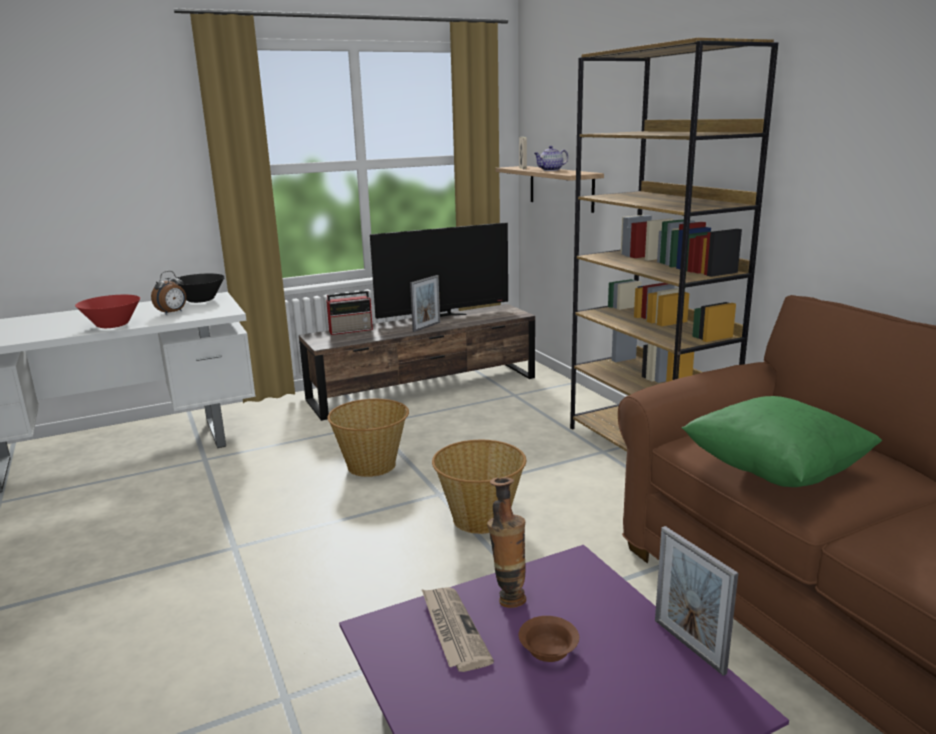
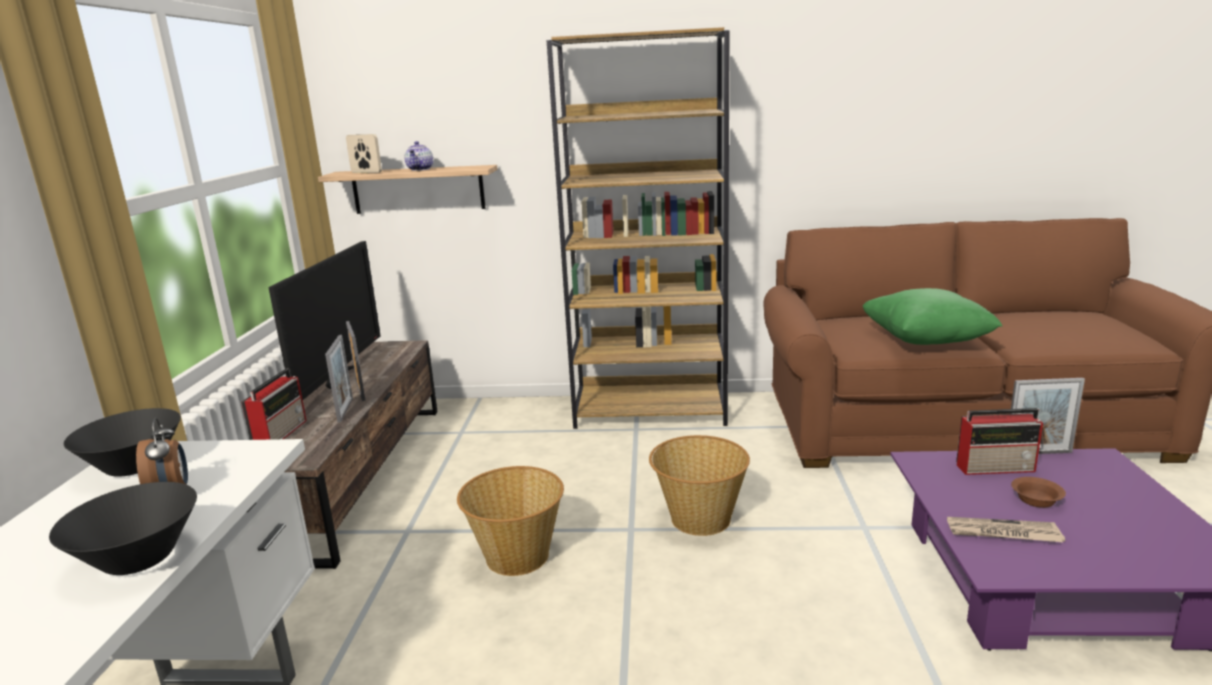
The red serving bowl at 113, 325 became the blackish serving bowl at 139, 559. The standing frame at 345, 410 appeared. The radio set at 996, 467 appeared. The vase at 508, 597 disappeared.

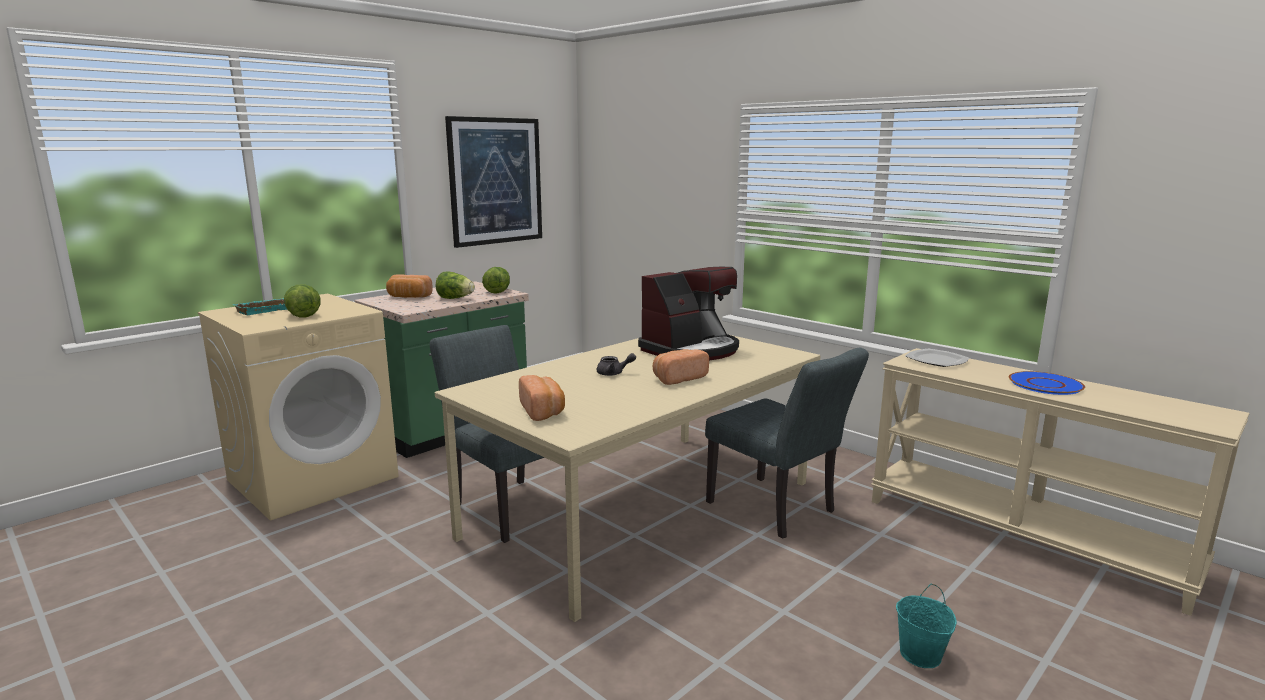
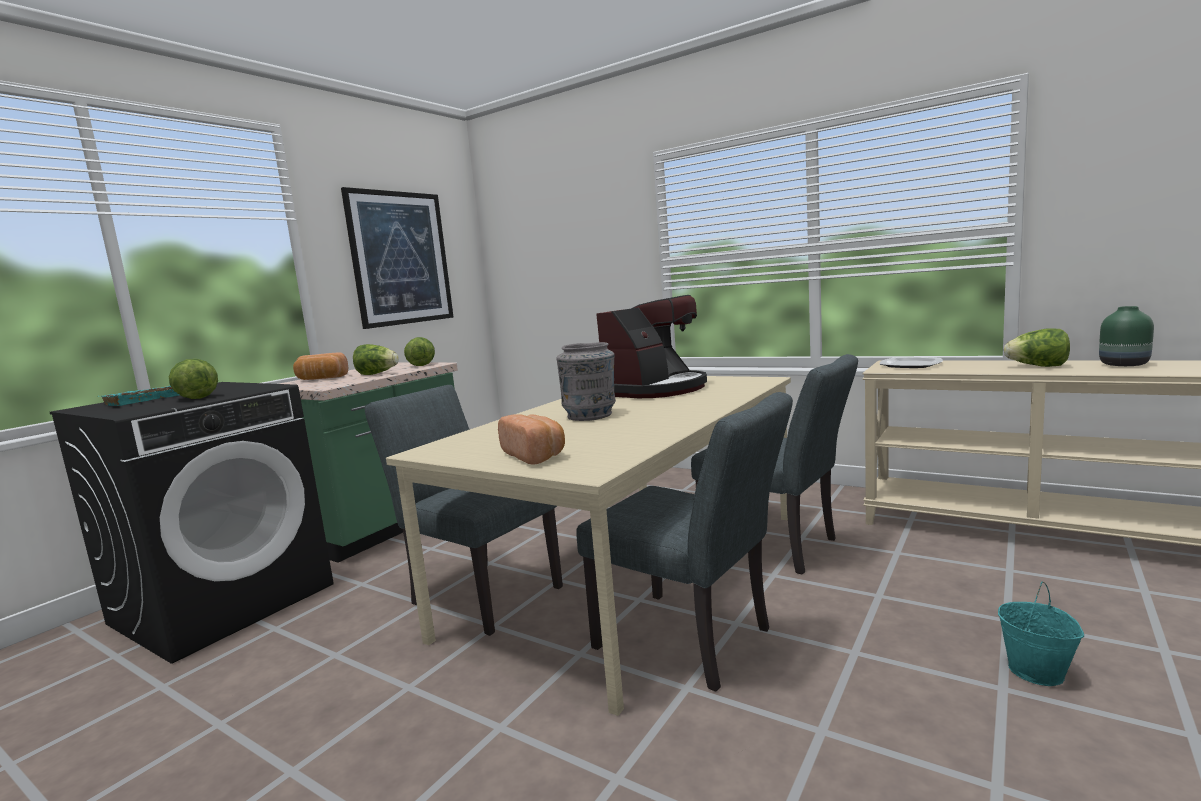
The beige-coloured laundry machine at 314, 478 became the blackish laundry machine at 224, 603. The grey tea pot at 614, 373 was replaced by the grey vase at 591, 415. The grey plain chair at 694, 642 appeared. The bluish flat dish at 1045, 384 was replaced by the head of lettuce at 1037, 366. The green vase at 1122, 365 appeared. The bread at 678, 378 disappeared.

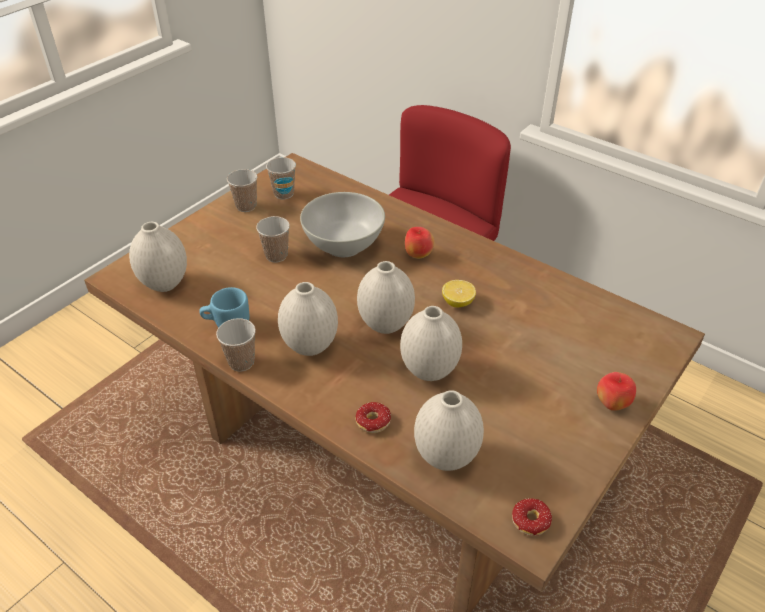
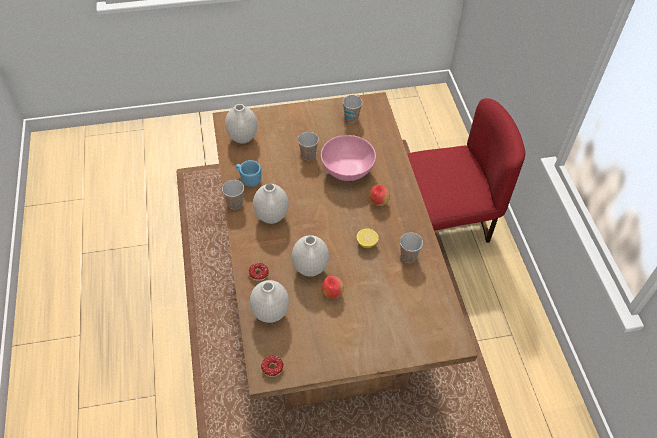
The white-coloured serving bowl at 344, 245 became the pink-coloured serving bowl at 347, 171. The apple moved from 612, 404 to 332, 293. The cup moved from 246, 206 to 408, 257. The white-coloured vase at 385, 325 disappeared.

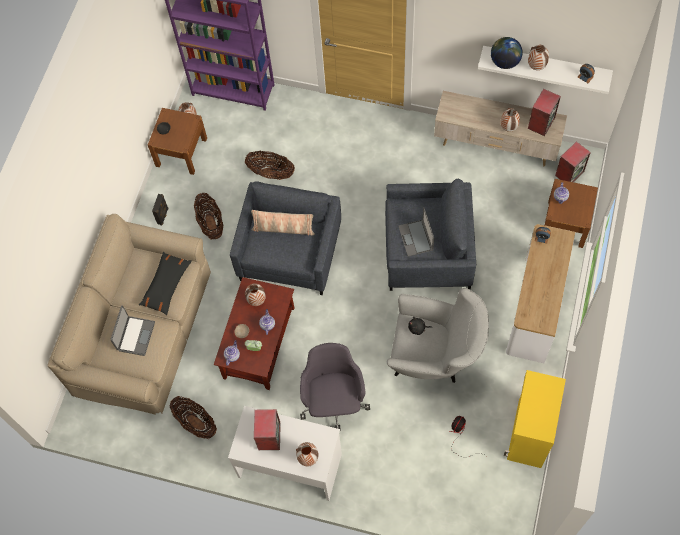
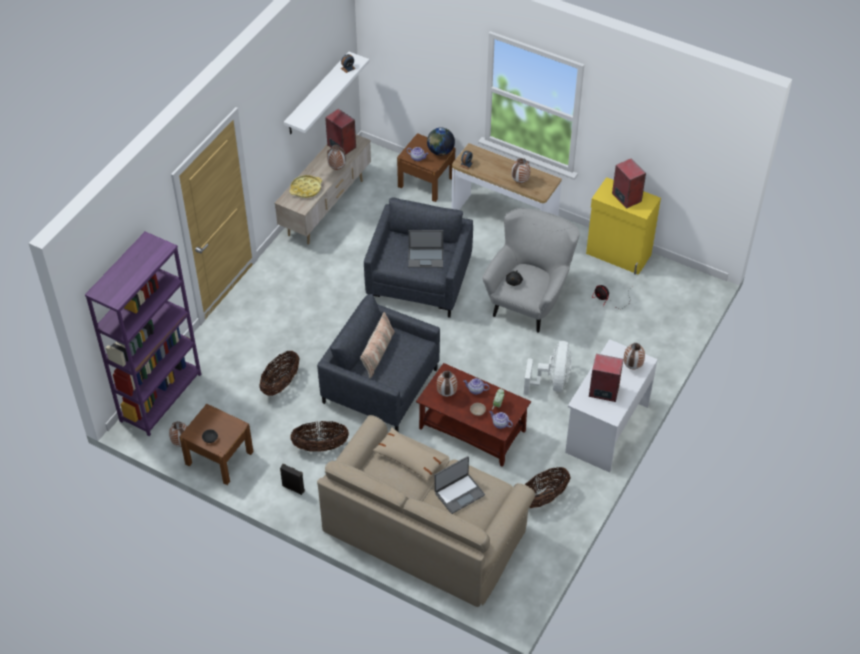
The yellow-coloured carrying tray at 306, 189 appeared. The blackish pillow at 166, 285 became the beige-coloured pillow at 409, 458. The world globe moved from 504, 62 to 440, 151. The portable computer at 135, 336 turned 120 degrees clockwise. The vase moved from 536, 67 to 520, 181. The grey desk chair at 334, 401 was replaced by the white-coloured electric fan at 551, 382. The speaker moved from 569, 173 to 626, 197.

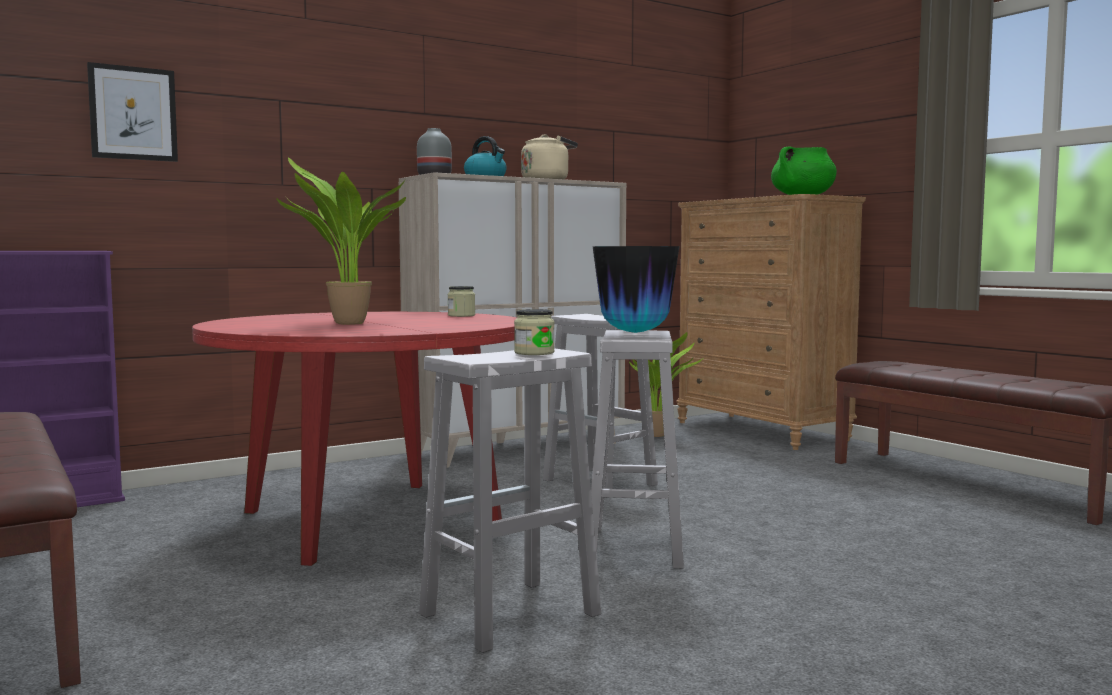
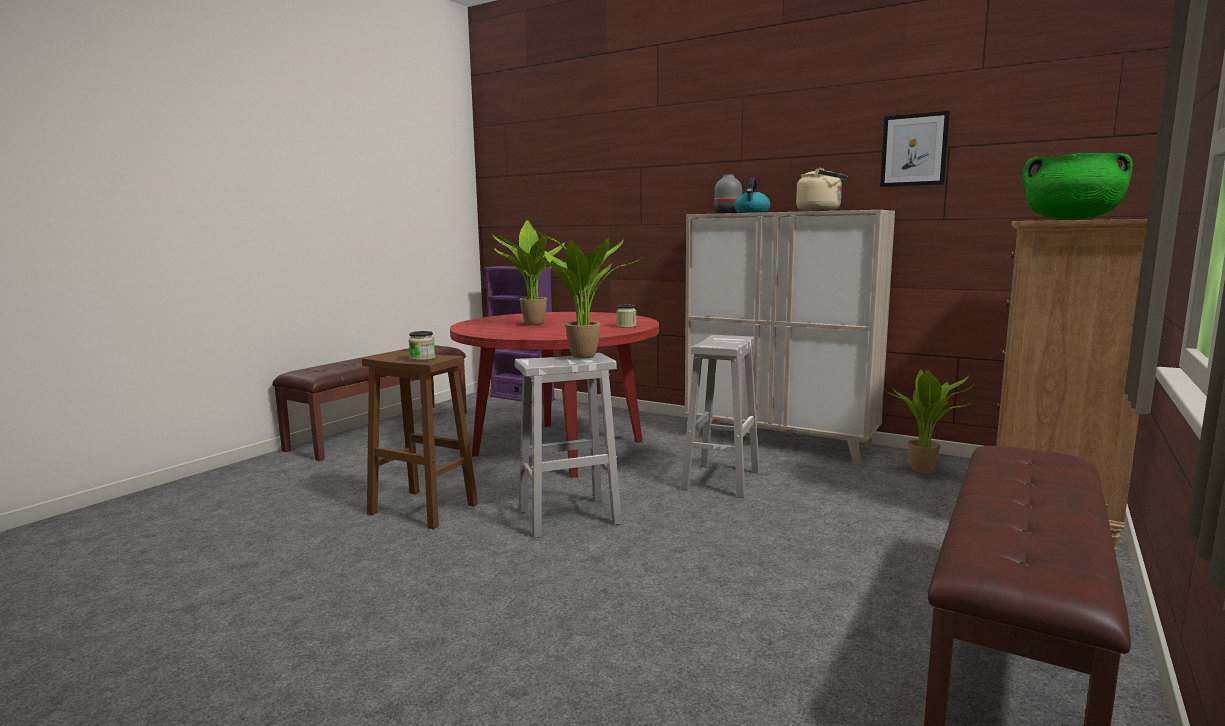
The white-coloured stool seat at 508, 615 became the brown-coloured stool seat at 421, 509. The vase at 635, 332 was replaced by the potted plant at 582, 357. The wall art moved from 133, 113 to 914, 150.

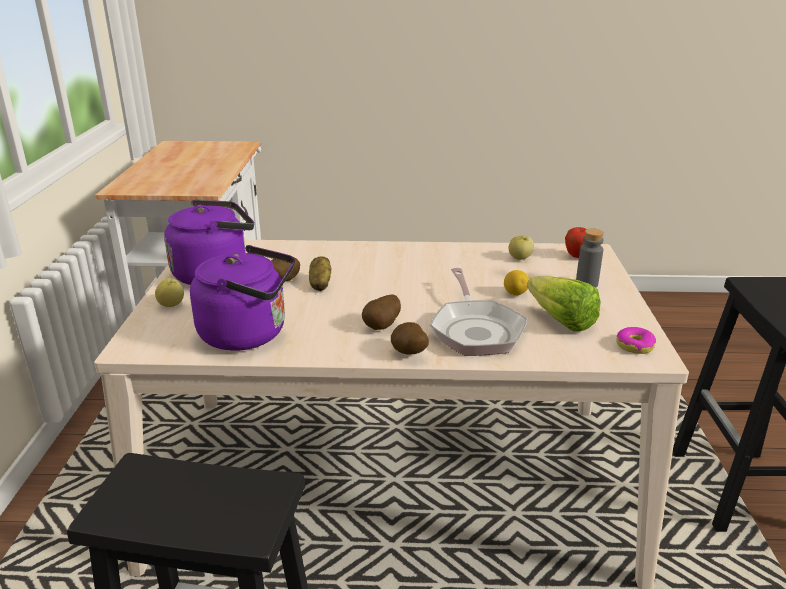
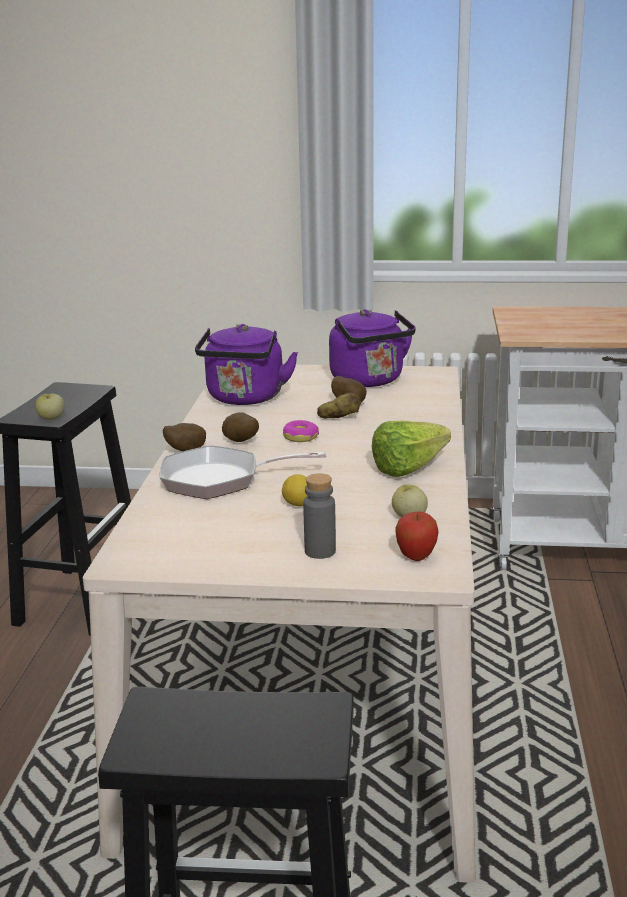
The apple moved from 172, 304 to 51, 418. The doughnut moved from 635, 346 to 300, 437. The head of lettuce moved from 557, 318 to 415, 468.

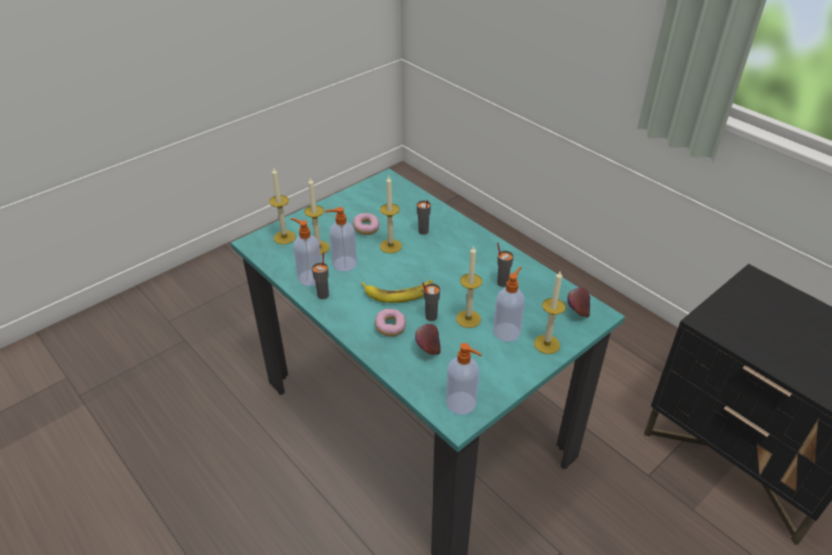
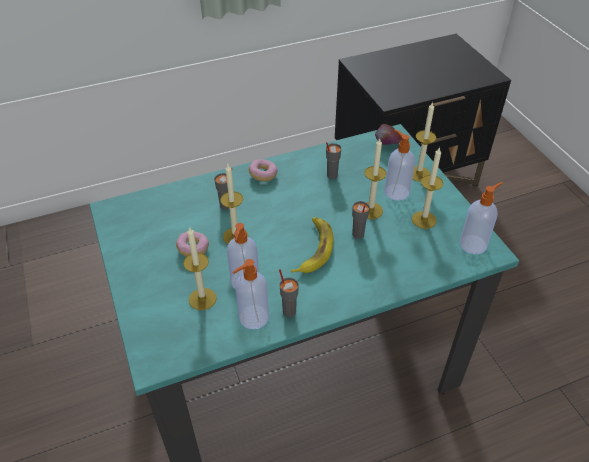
The doughnut moved from 390, 328 to 263, 175. The wax candle moved from 284, 237 to 424, 220. The apple at 427, 349 disappeared.

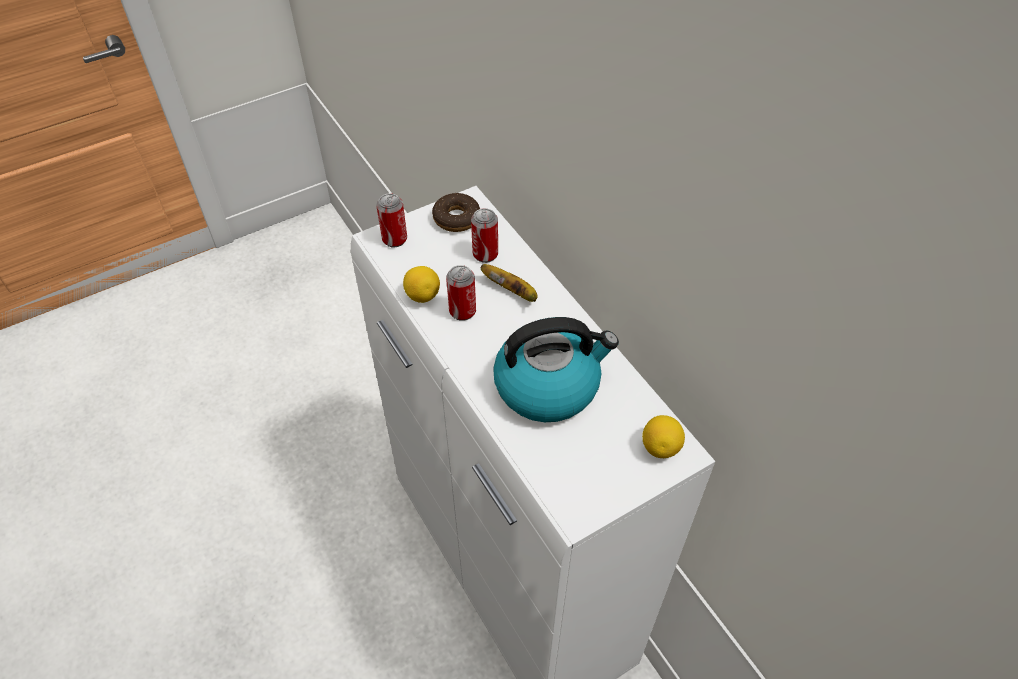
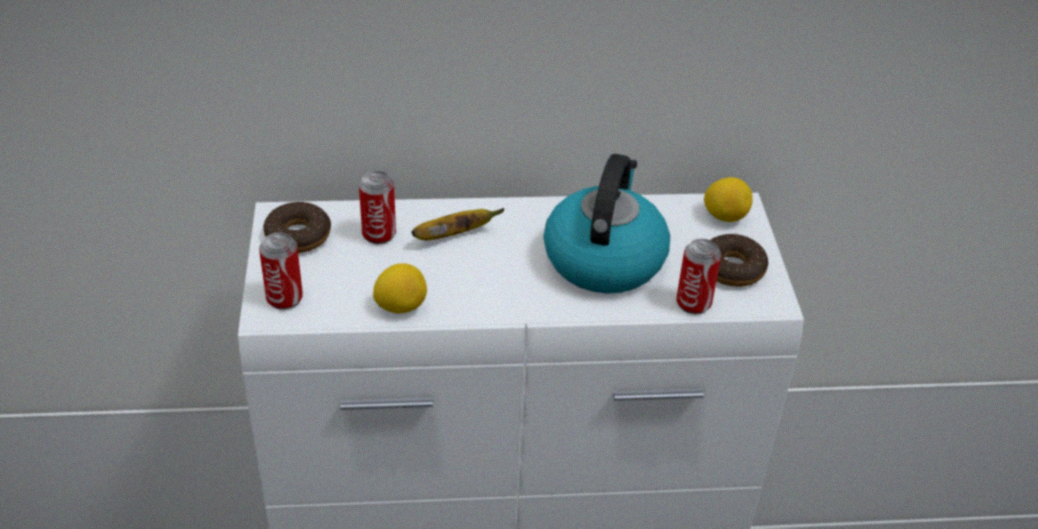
The can moved from 462, 311 to 693, 303. The doughnut at 732, 268 appeared.

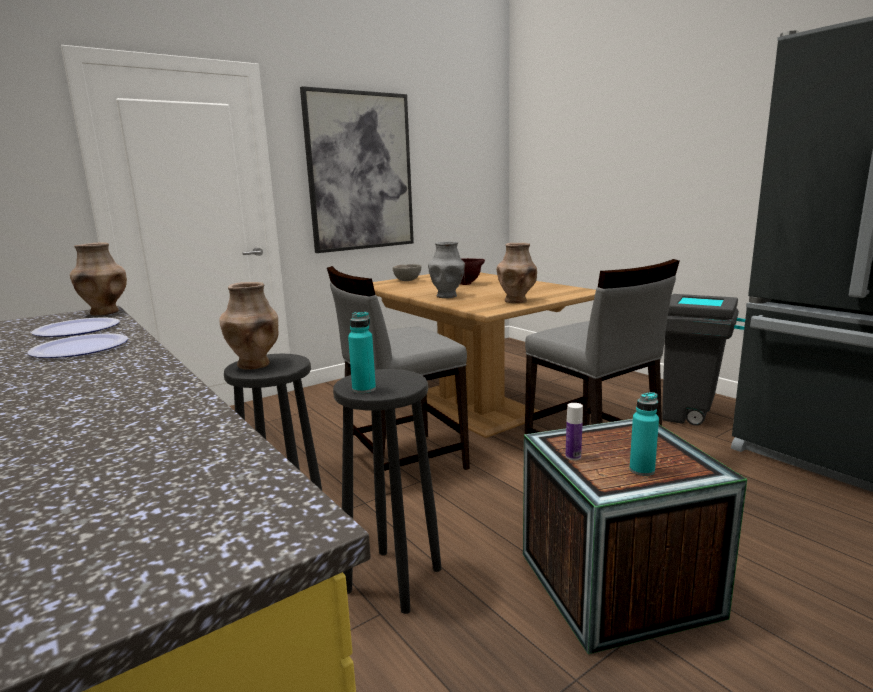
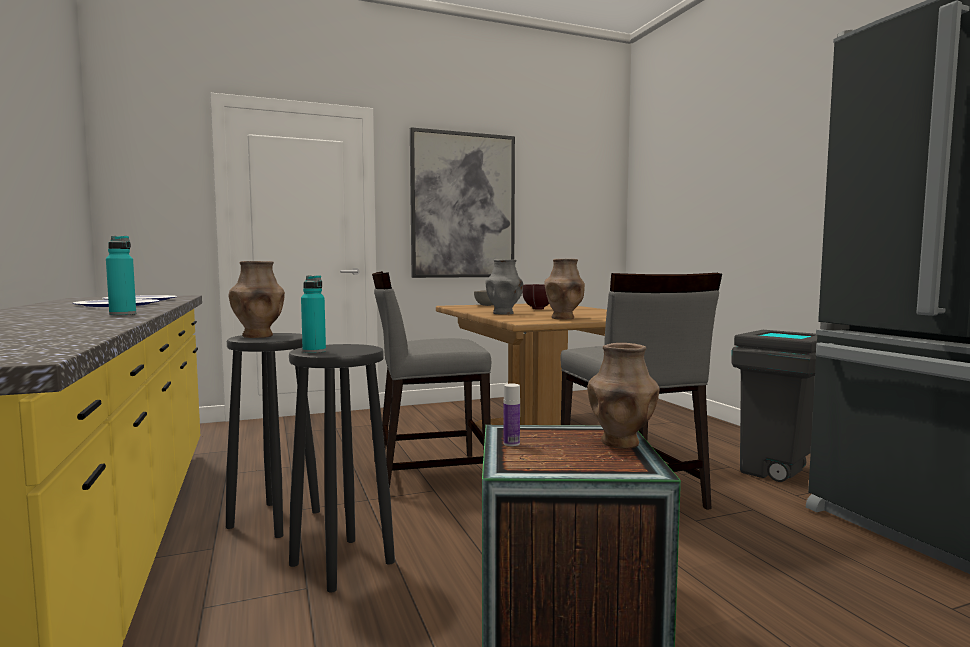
The turquoise bottle moved from 642, 470 to 123, 314. The brown-coloured vase moved from 105, 312 to 621, 443.

